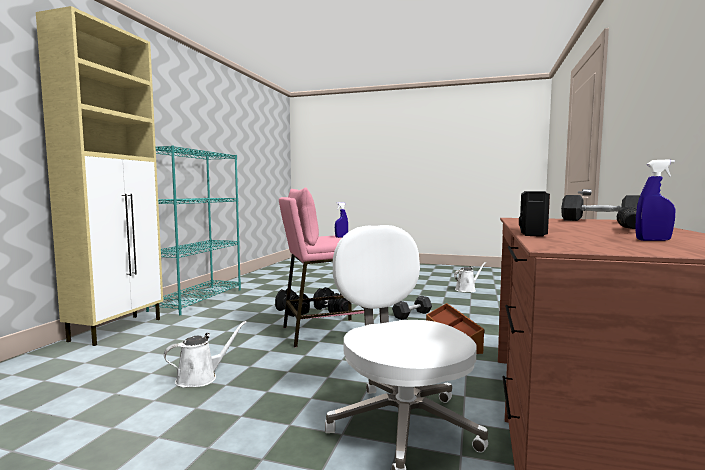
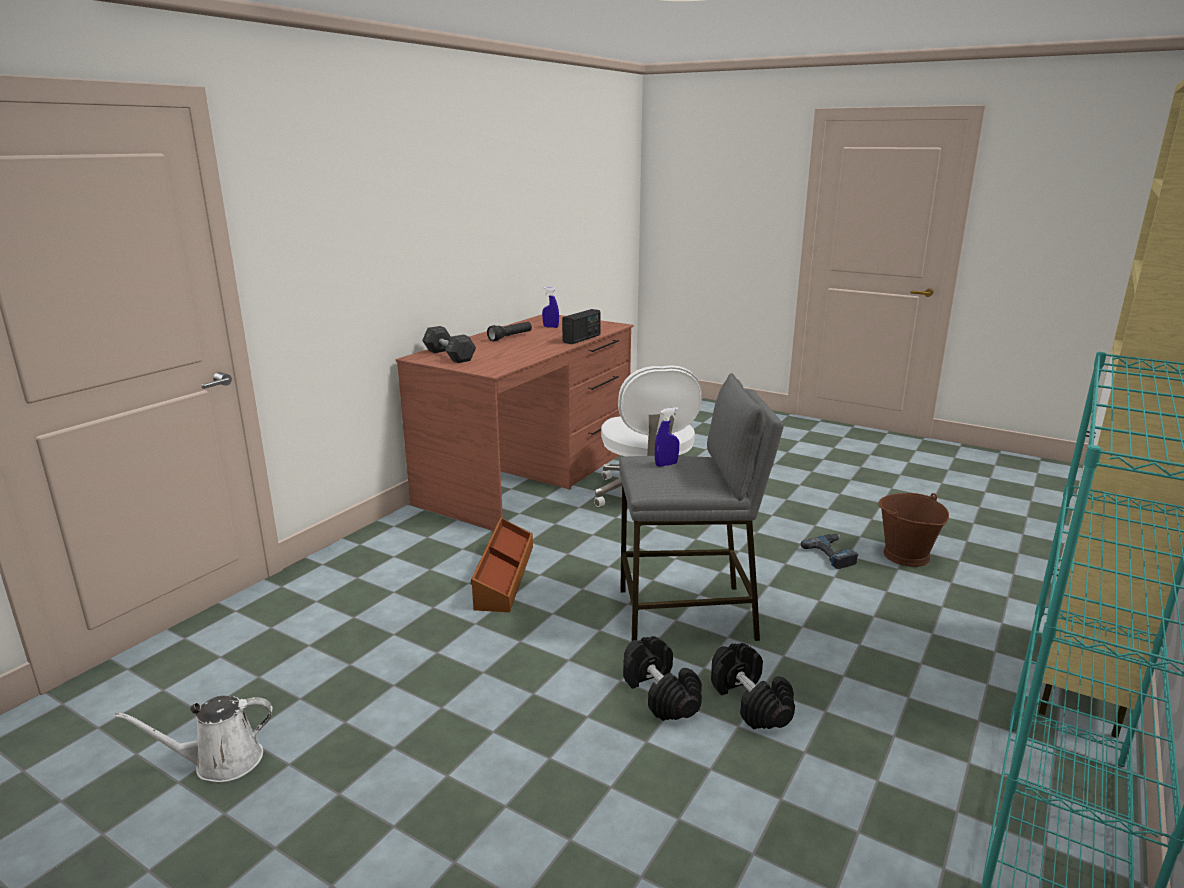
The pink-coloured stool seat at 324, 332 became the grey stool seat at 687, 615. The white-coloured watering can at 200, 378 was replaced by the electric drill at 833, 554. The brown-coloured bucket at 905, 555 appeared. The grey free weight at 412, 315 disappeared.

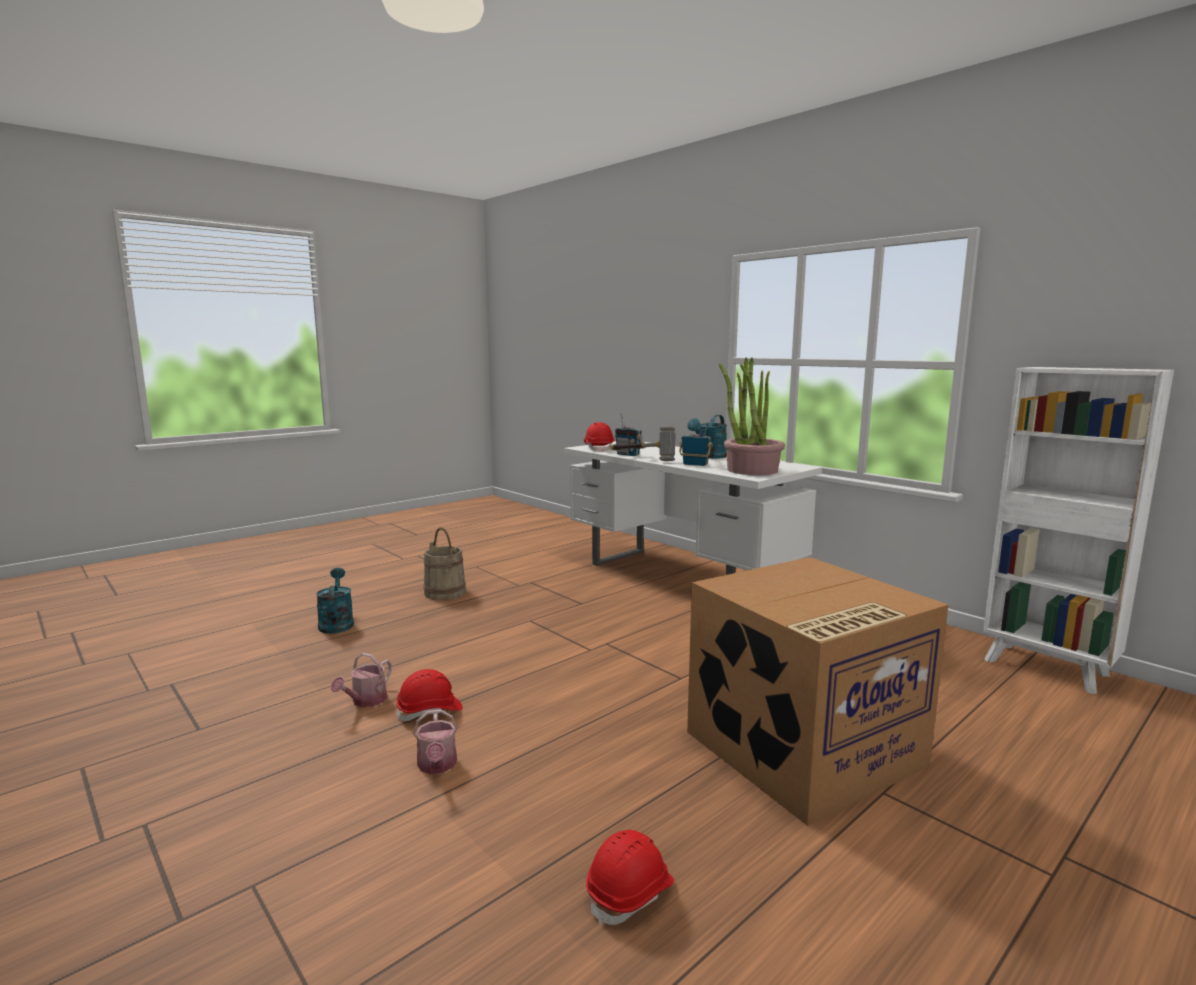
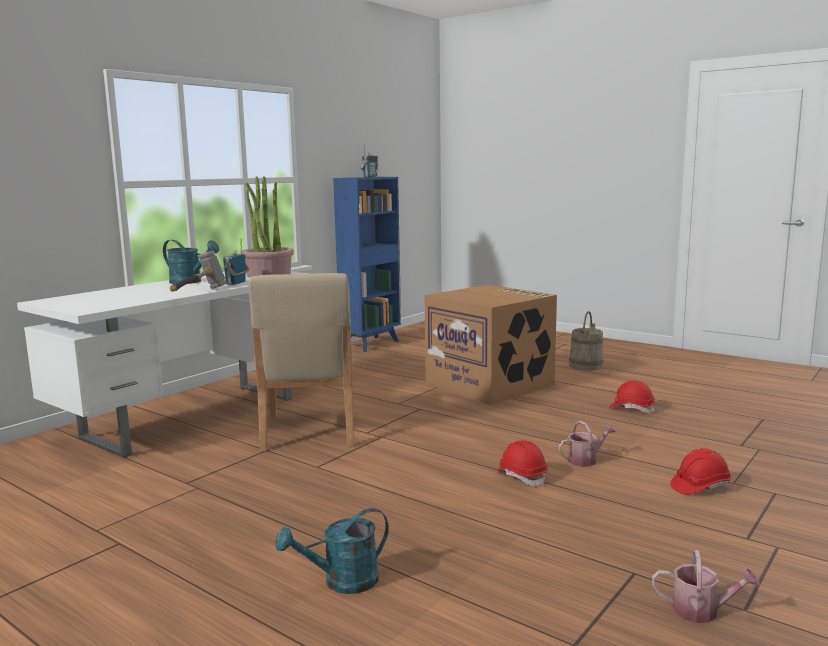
The beige-coloured plain chair at 308, 431 appeared. The white-coloured shelving unit at 1048, 669 became the bluish shelving unit at 371, 344. The radio set moved from 628, 454 to 370, 176. The beige-coloured bucket moved from 444, 592 to 586, 365. The watering can moved from 366, 701 to 701, 611. The red hard hat moved from 599, 449 to 699, 487.

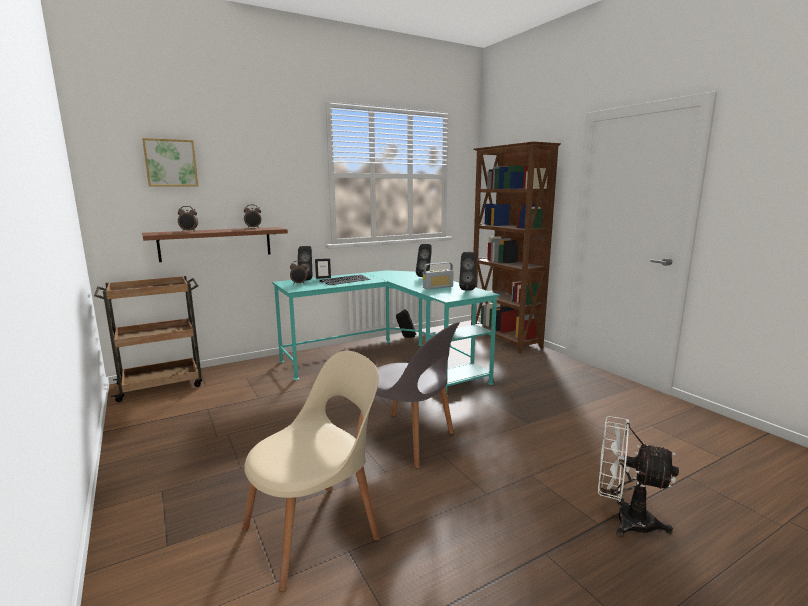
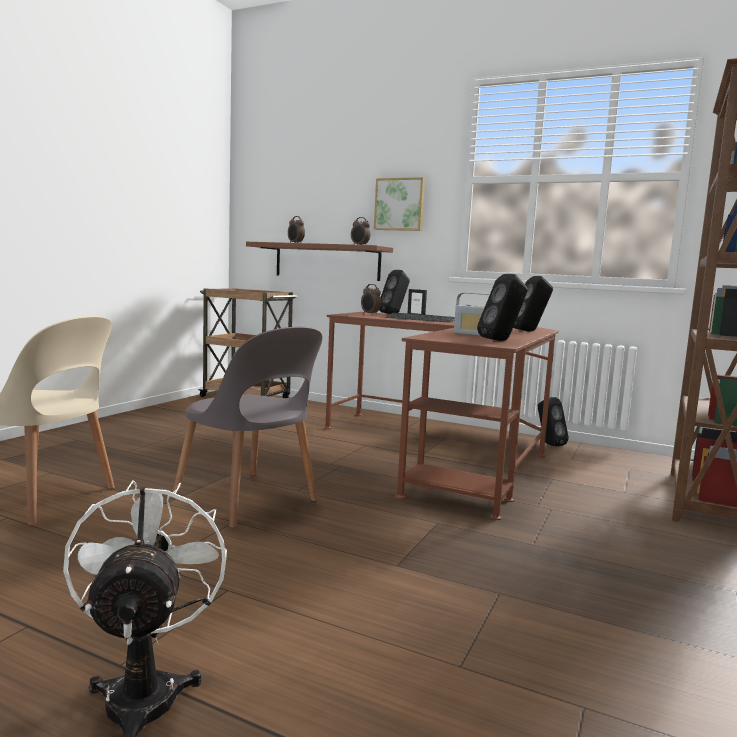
The grey plain chair at 408, 440 turned 45 degrees counterclockwise. The turquoise desk table at 387, 363 became the brown-coloured desk table at 444, 451. The wall art moved from 171, 163 to 400, 204.

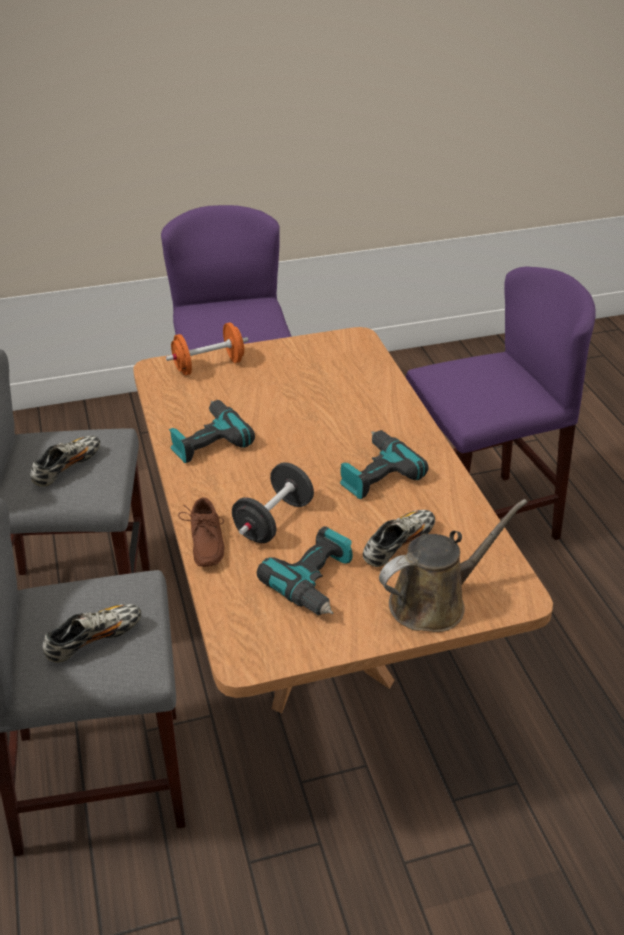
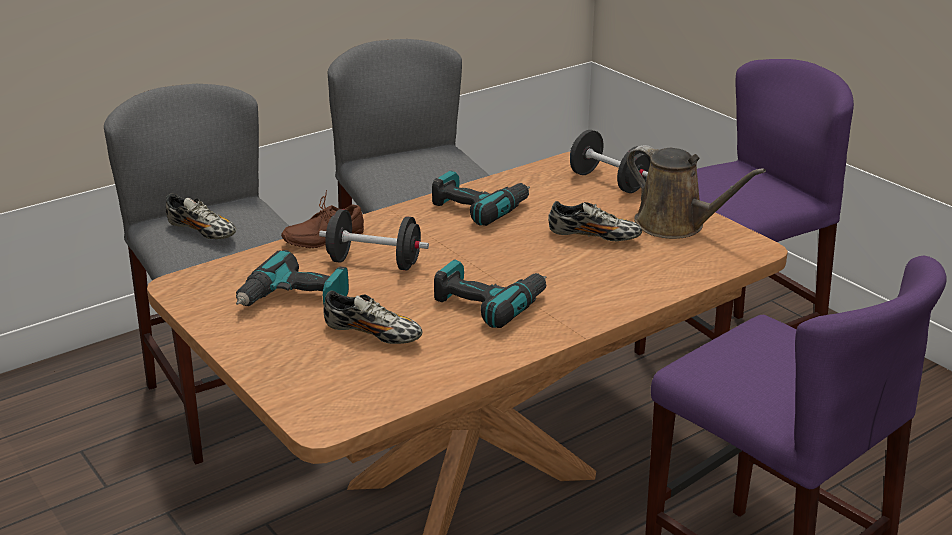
The item of footwear moved from 67, 468 to 594, 237. The orange-coloured free weight at 209, 366 became the blackish free weight at 608, 182. The brown-coloured watering can moved from 434, 602 to 675, 225.

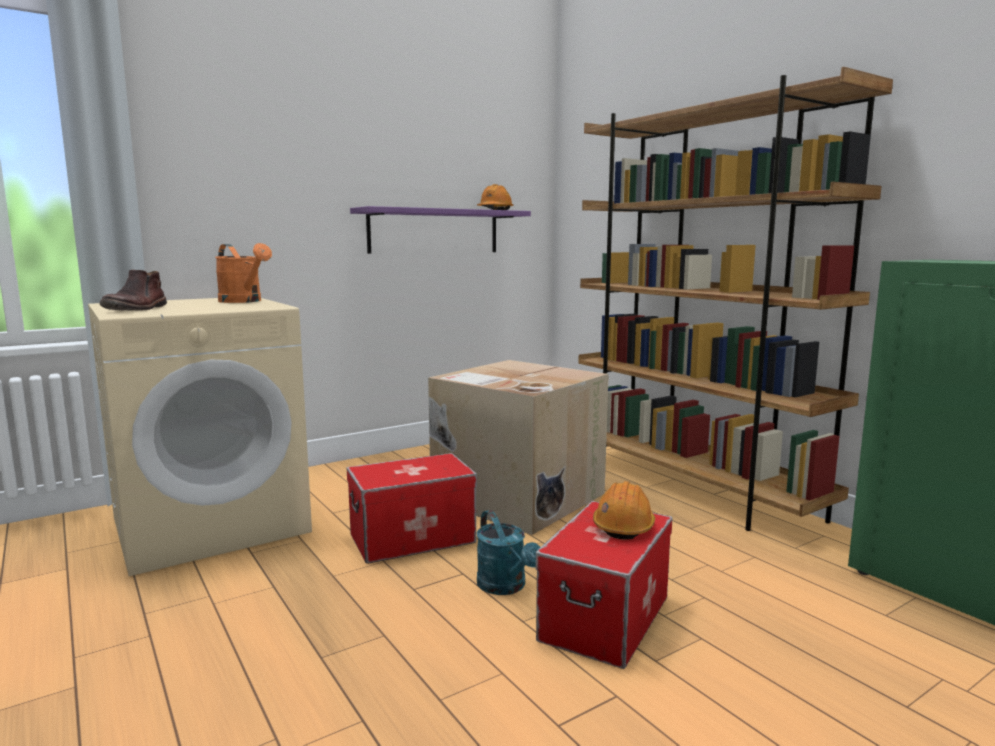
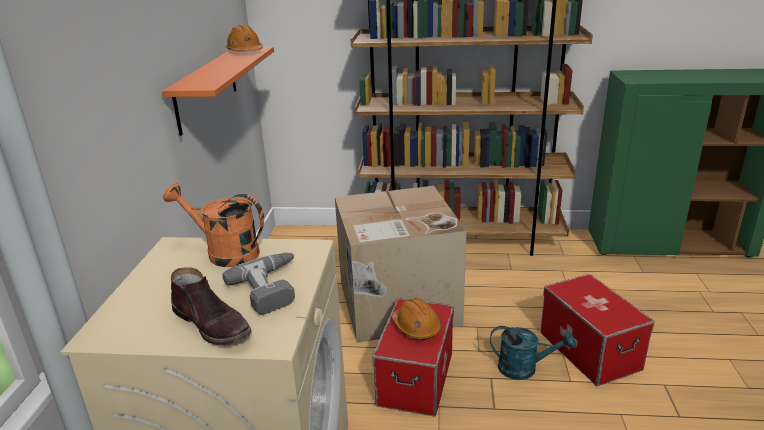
The purple wall shelf at 434, 231 became the orange-coloured wall shelf at 206, 88. The orange-coloured watering can at 244, 301 turned 150 degrees counterclockwise. The electric drill at 273, 287 appeared. The orange-coloured hard hat moved from 623, 526 to 416, 327.

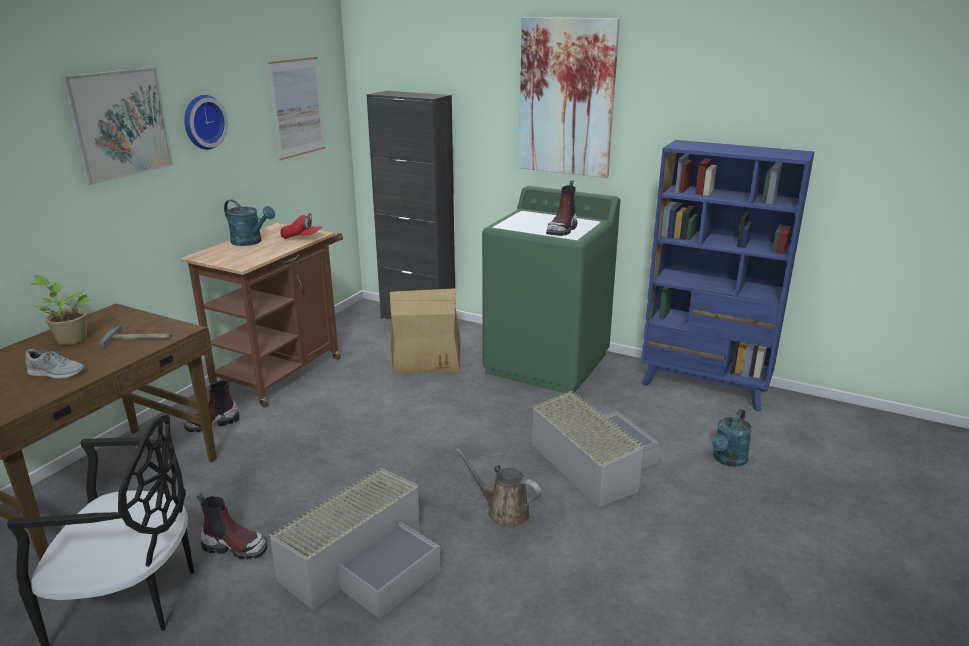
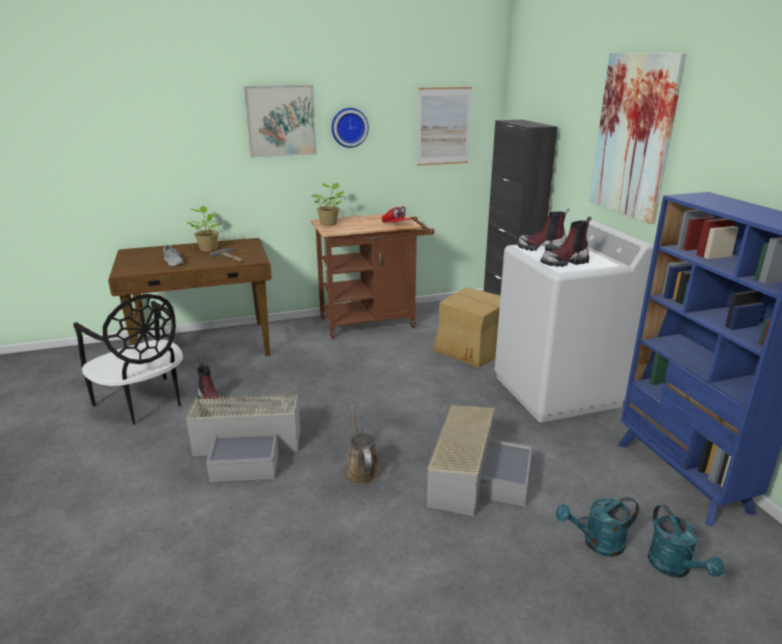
The potted plant at 329, 223 appeared. The green laundry machine at 547, 363 became the white-coloured laundry machine at 557, 391. The tall boot moved from 213, 423 to 541, 249. The turquoise watering can moved from 251, 242 to 674, 568.

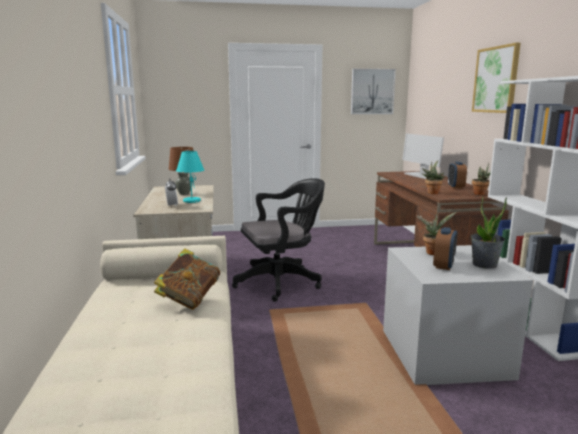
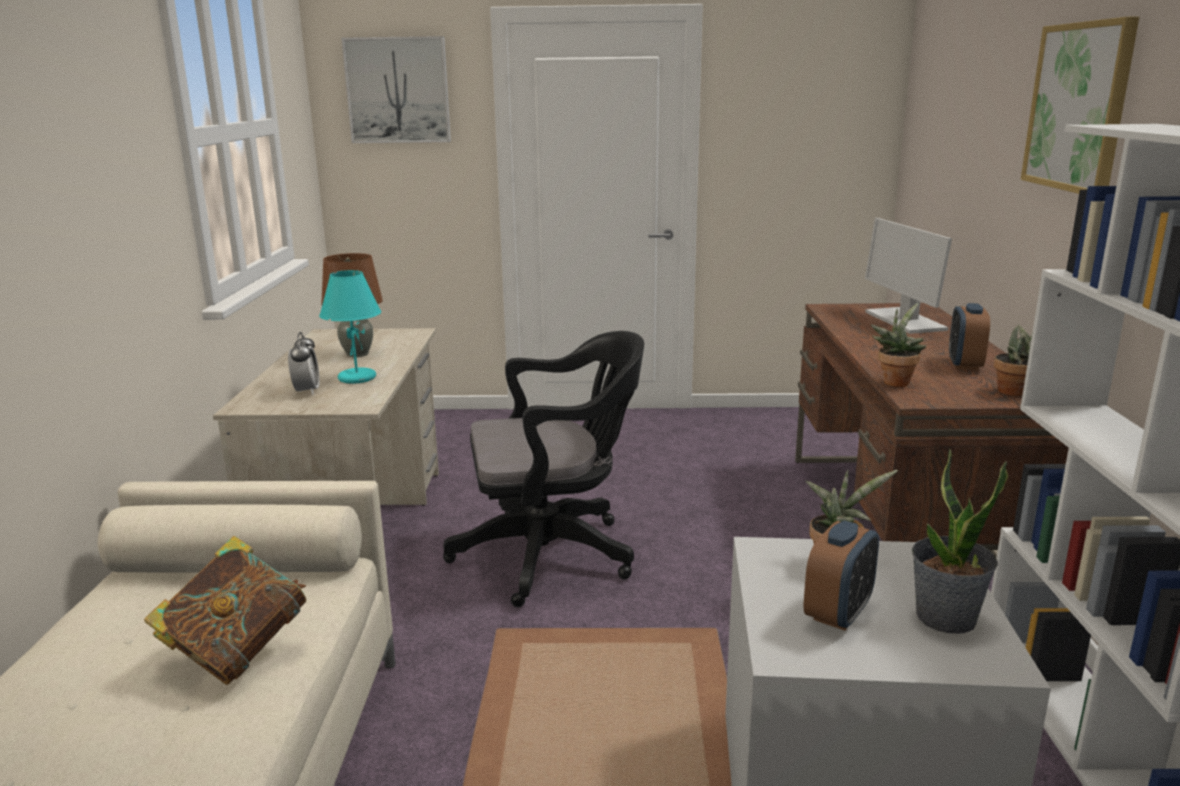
The wall art moved from 372, 91 to 398, 90.

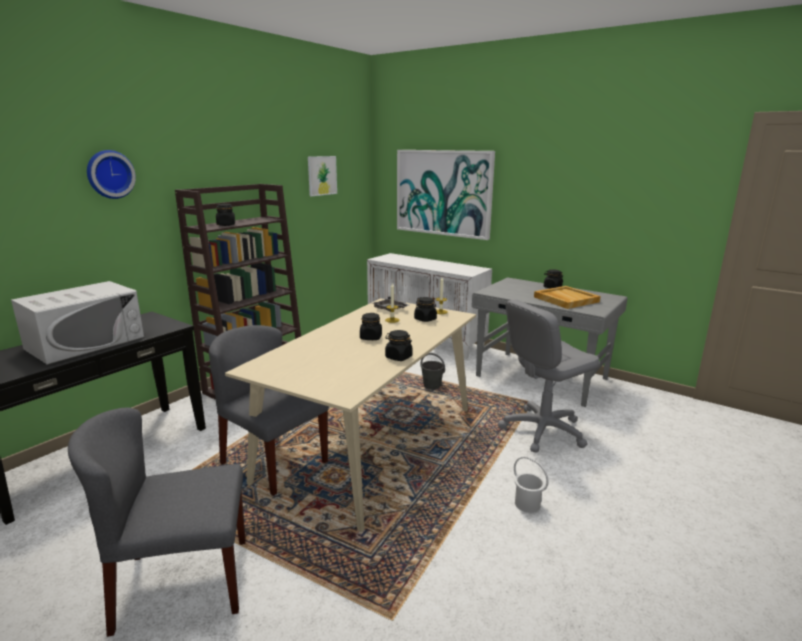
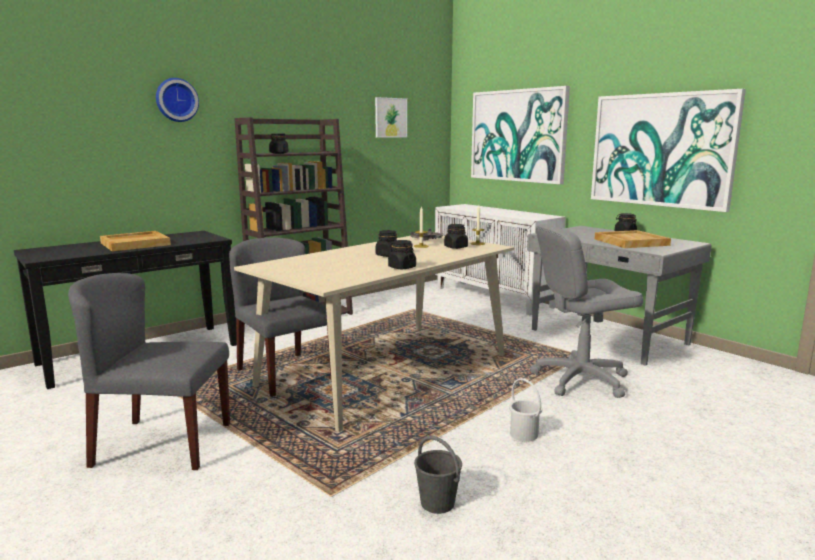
The white-coloured kitchen microwave at 86, 343 was replaced by the beige-coloured carrying tray at 135, 244. The grey bucket moved from 432, 386 to 438, 503. The wall art at 661, 150 appeared.

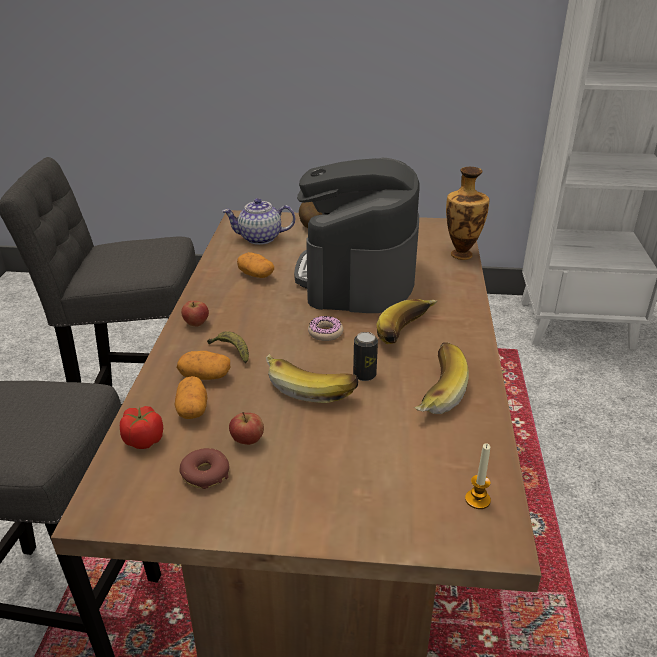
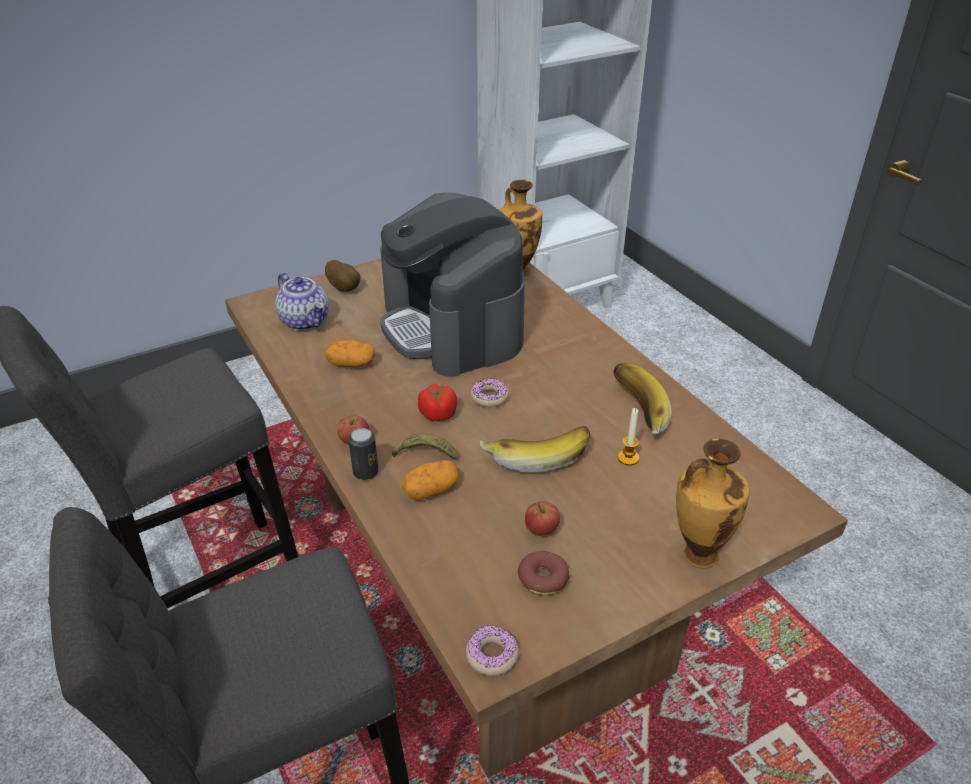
The tea pot at 259, 238 turned 90 degrees counterclockwise. The can moved from 364, 375 to 365, 472. The tomato moved from 143, 440 to 437, 414. The doughnut at 492, 655 appeared. The wax candle moved from 477, 500 to 628, 458. The vase at 698, 554 appeared. The spud at 192, 409 disappeared. The whole banana at 408, 332 disappeared.

